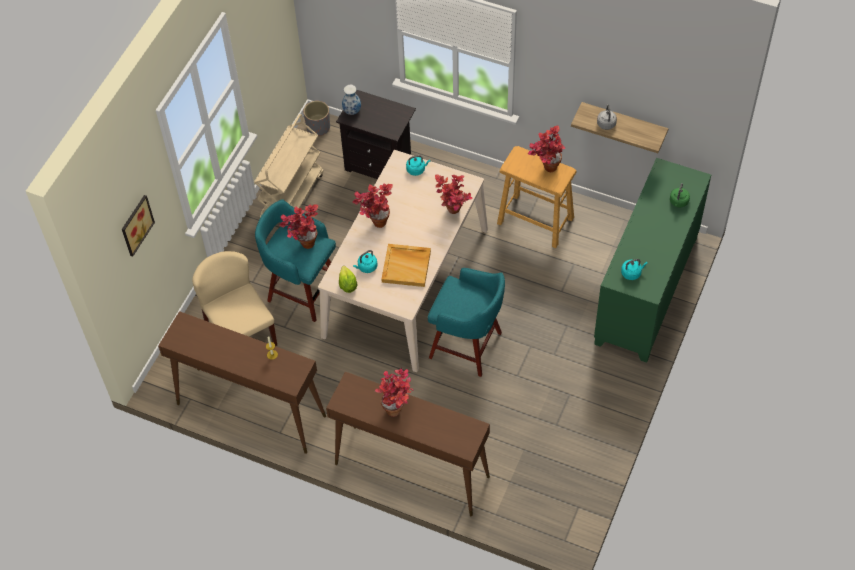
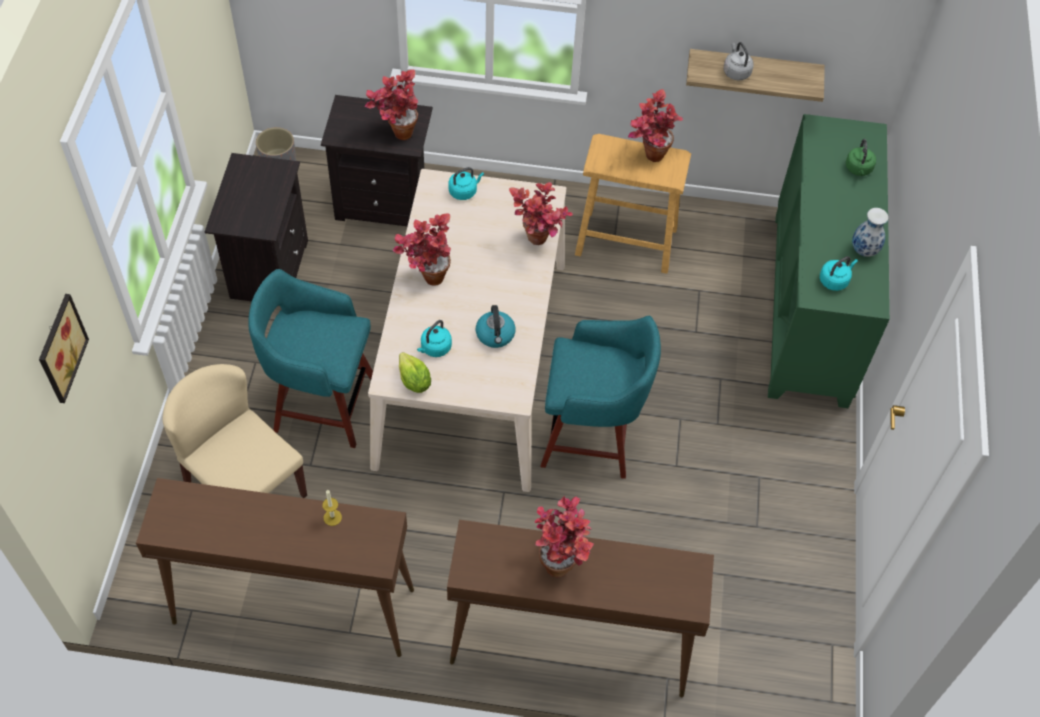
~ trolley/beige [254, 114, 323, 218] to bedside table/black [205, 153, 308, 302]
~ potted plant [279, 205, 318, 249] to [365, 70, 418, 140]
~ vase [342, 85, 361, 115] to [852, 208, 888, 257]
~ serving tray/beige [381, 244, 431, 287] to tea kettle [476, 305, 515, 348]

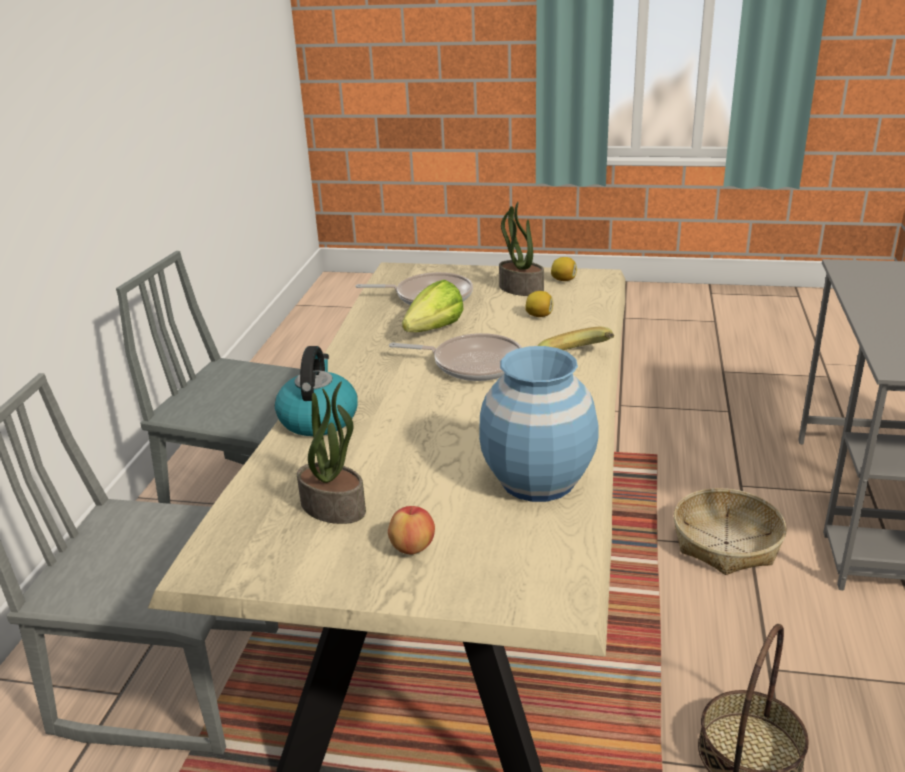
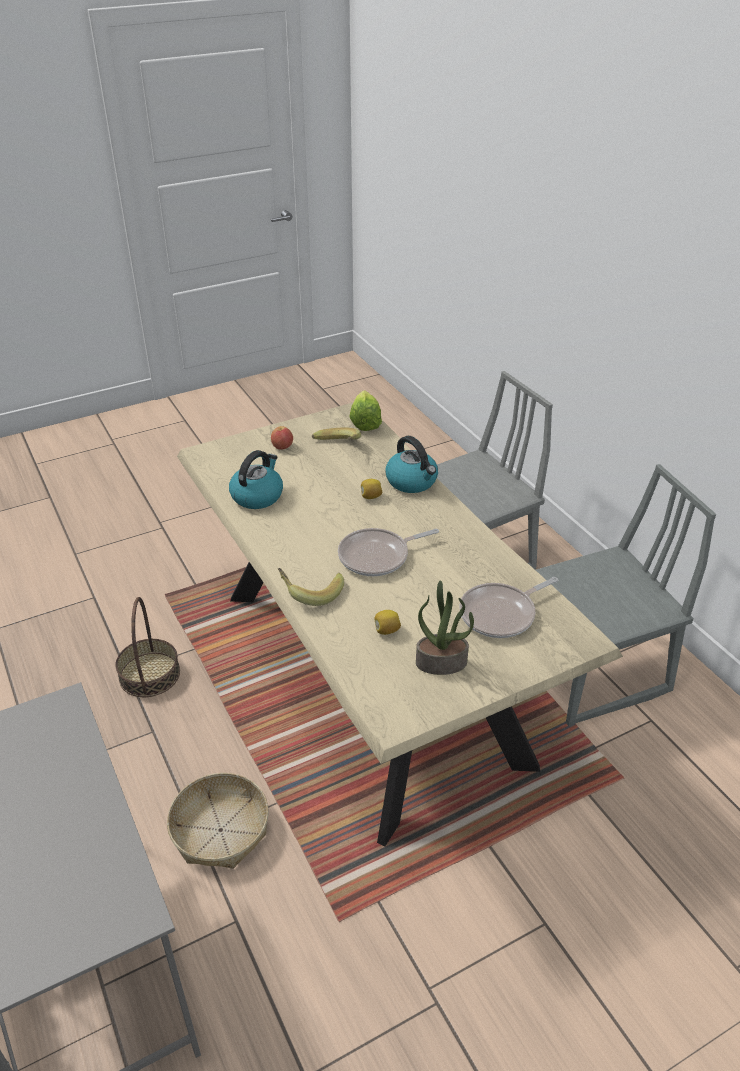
~ potted plant [297, 381, 366, 524] to banana [312, 428, 361, 440]
~ lettuce [402, 280, 463, 332] to [350, 390, 382, 431]
~ vase/bluish [479, 346, 599, 502] to tea kettle [229, 450, 283, 509]
~ lemon [551, 257, 577, 281] to [361, 479, 383, 499]

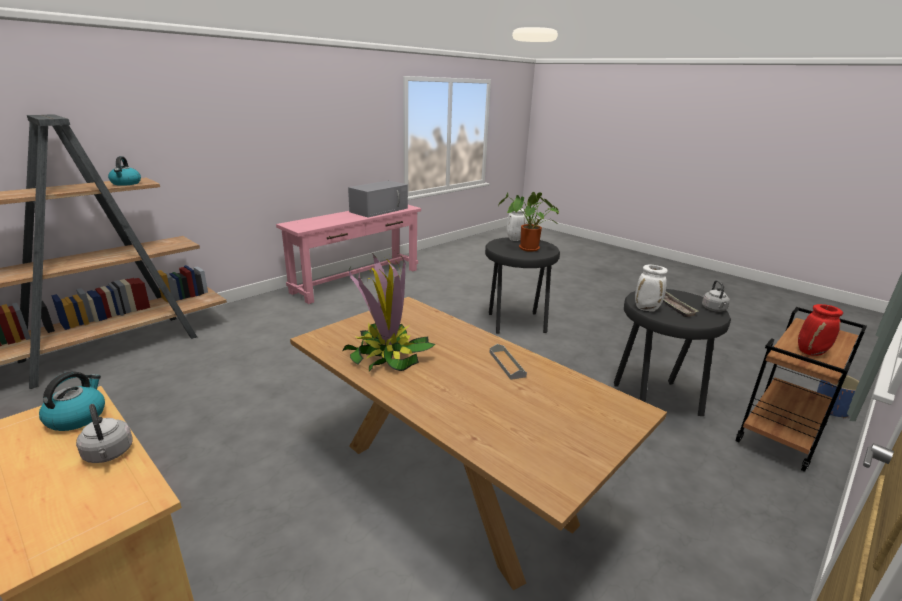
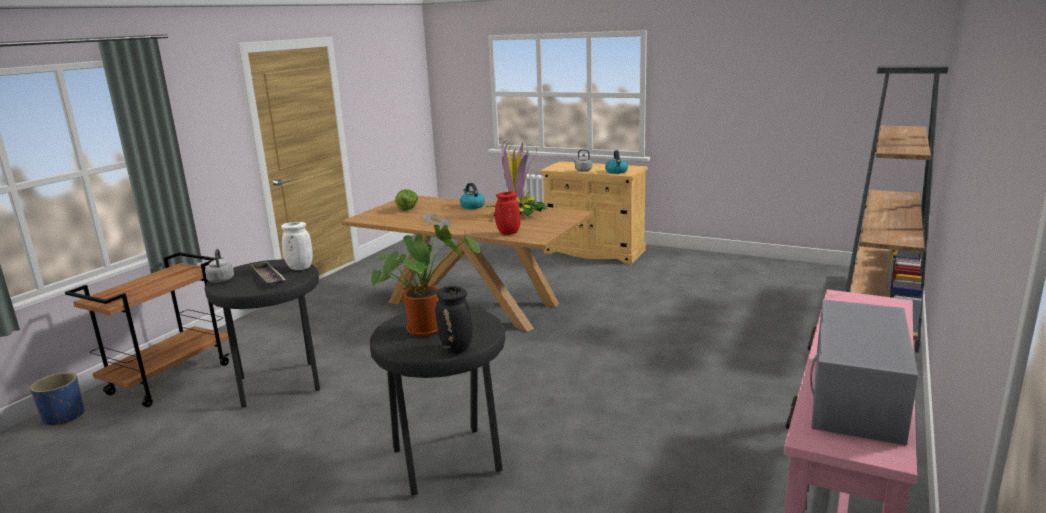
~ tea kettle [108, 156, 141, 186] to [460, 183, 485, 209]
~ vase/white [507, 208, 525, 241] to vase/black [435, 286, 473, 354]
~ vase/reddish [798, 304, 843, 356] to [495, 192, 520, 235]
+ lettuce [395, 189, 418, 210]

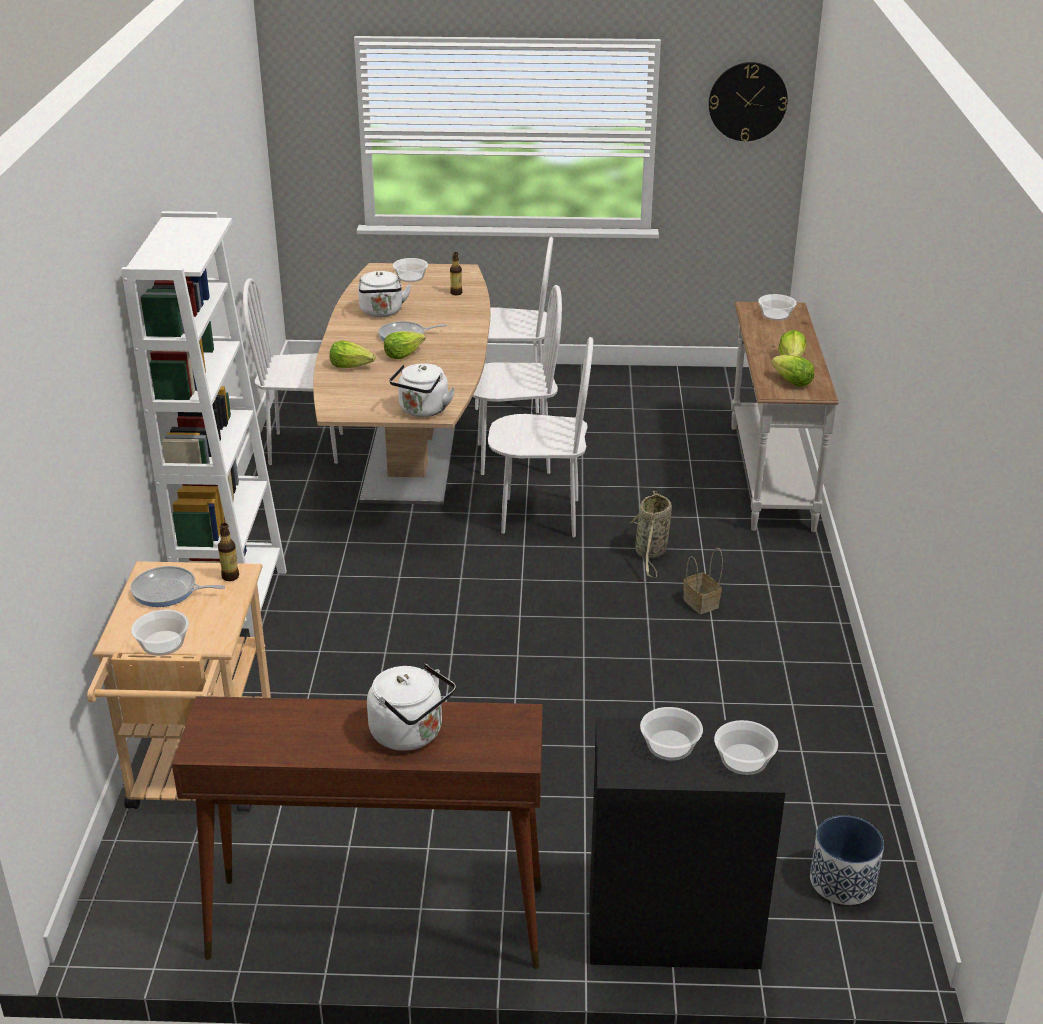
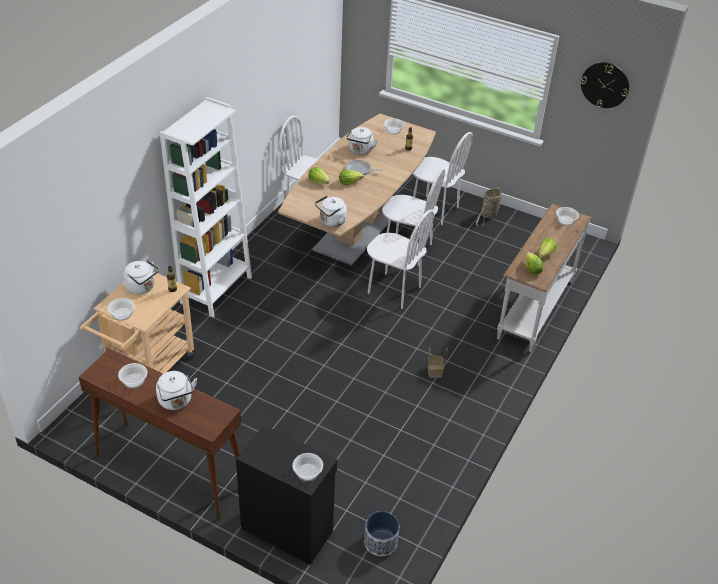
~ skillet [130, 566, 225, 607] to tea kettle/white [123, 260, 159, 295]
~ basket [630, 491, 672, 578] to [476, 187, 502, 227]
~ bowl [640, 707, 703, 761] to [118, 363, 147, 389]

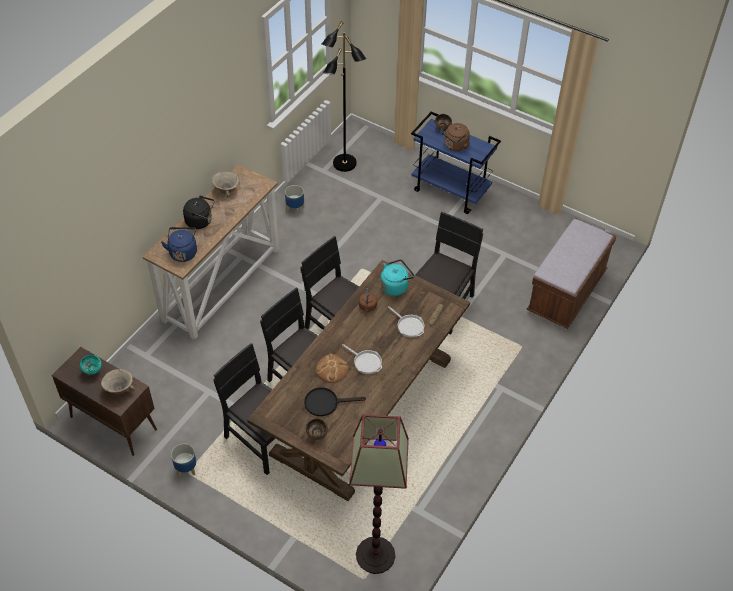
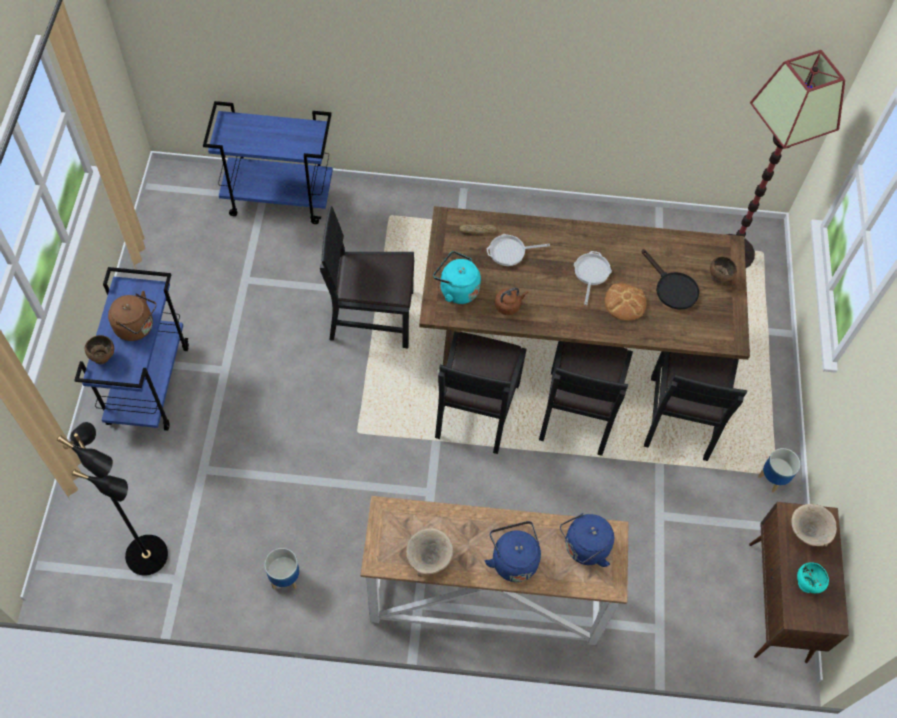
~ tea kettle/black [183, 196, 214, 229] to tea kettle/bluish [485, 521, 541, 582]
~ skillet [388, 306, 424, 337] = [487, 234, 550, 266] 120 degrees counterclockwise
~ long seat/brown-coloured [527, 218, 616, 329] to trolley/bluish [203, 101, 333, 224]

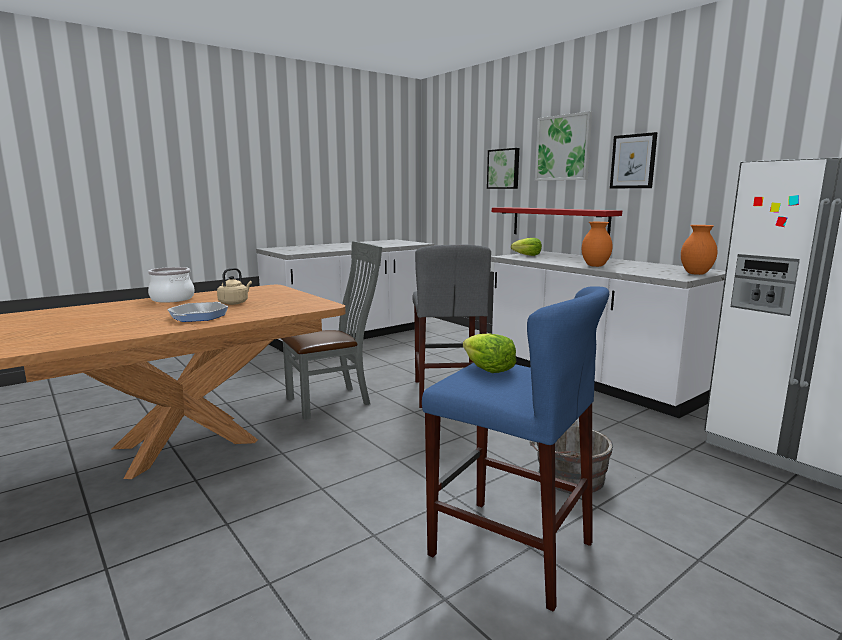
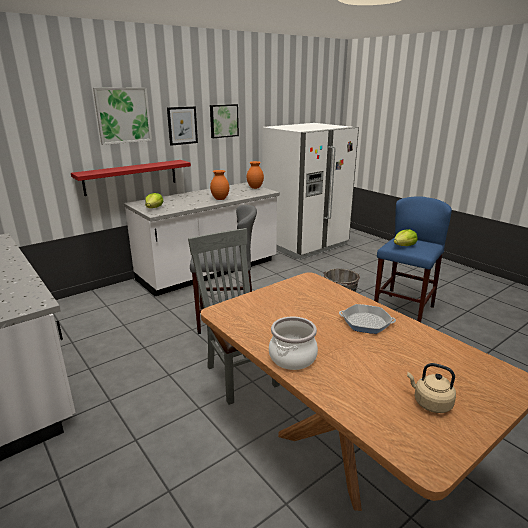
~ tea kettle/beige [217, 268, 252, 305] to [407, 363, 456, 413]
~ picture [487, 148, 519, 189] to [210, 104, 239, 138]

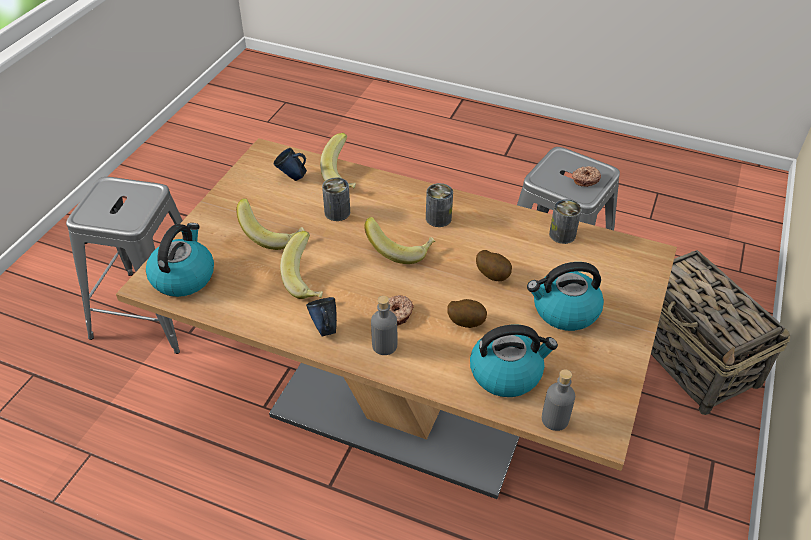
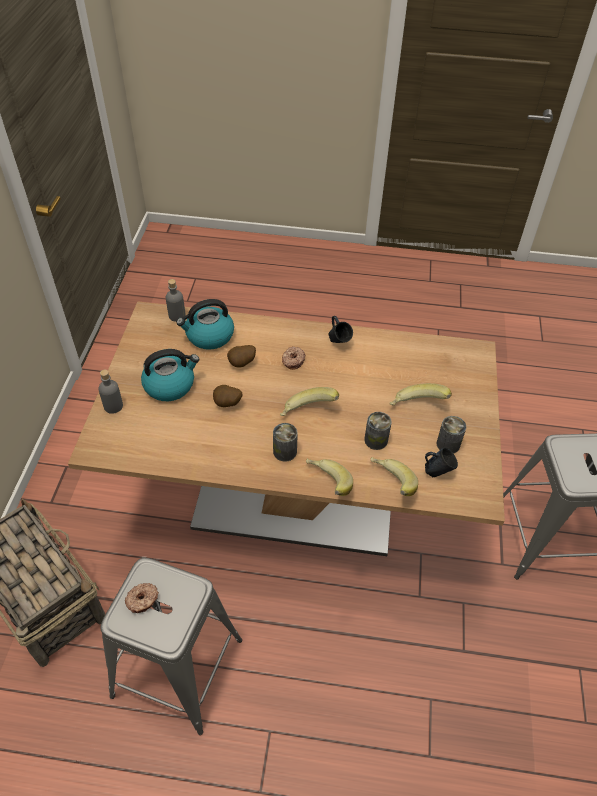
- tea kettle [146, 223, 214, 297]
~ banana [280, 231, 323, 299] to [306, 458, 353, 496]
~ drink bottle/gray [371, 296, 397, 355] to [98, 370, 123, 414]
~ can [549, 199, 582, 244] to [437, 416, 466, 454]

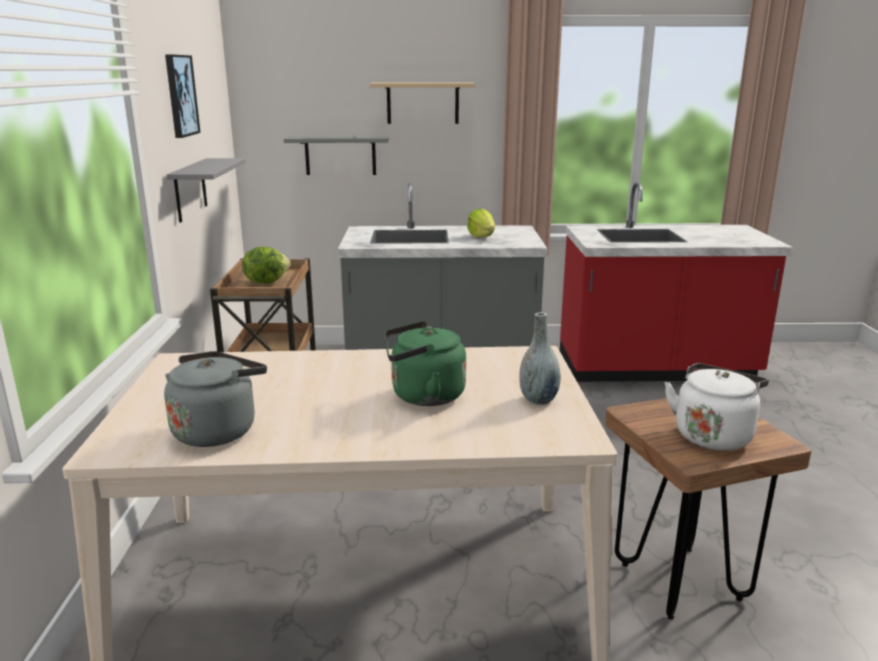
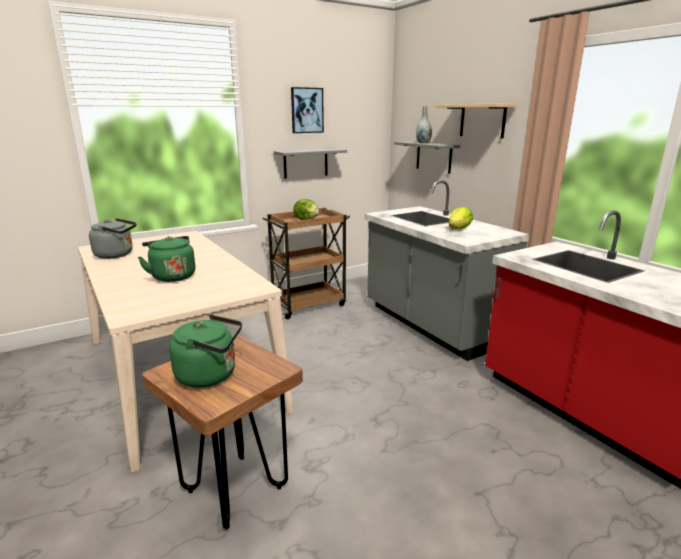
~ vase/gray [519, 312, 561, 405] to [416, 106, 432, 143]
~ tea kettle/white [665, 363, 769, 451] to tea kettle/green [169, 314, 242, 388]

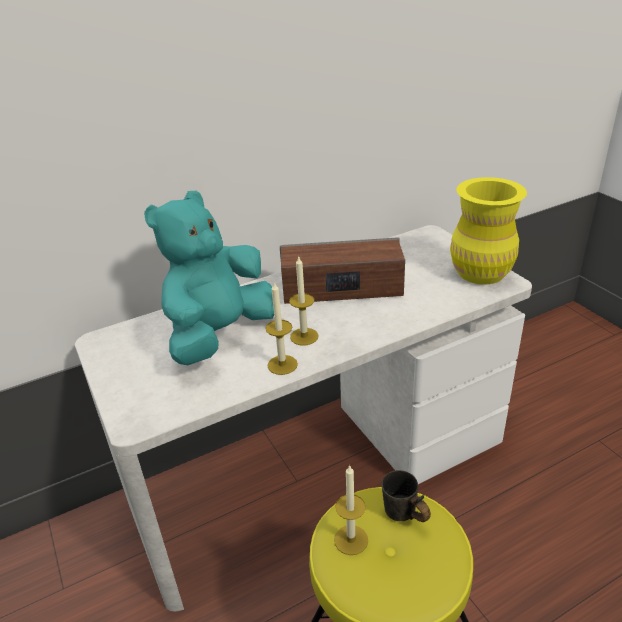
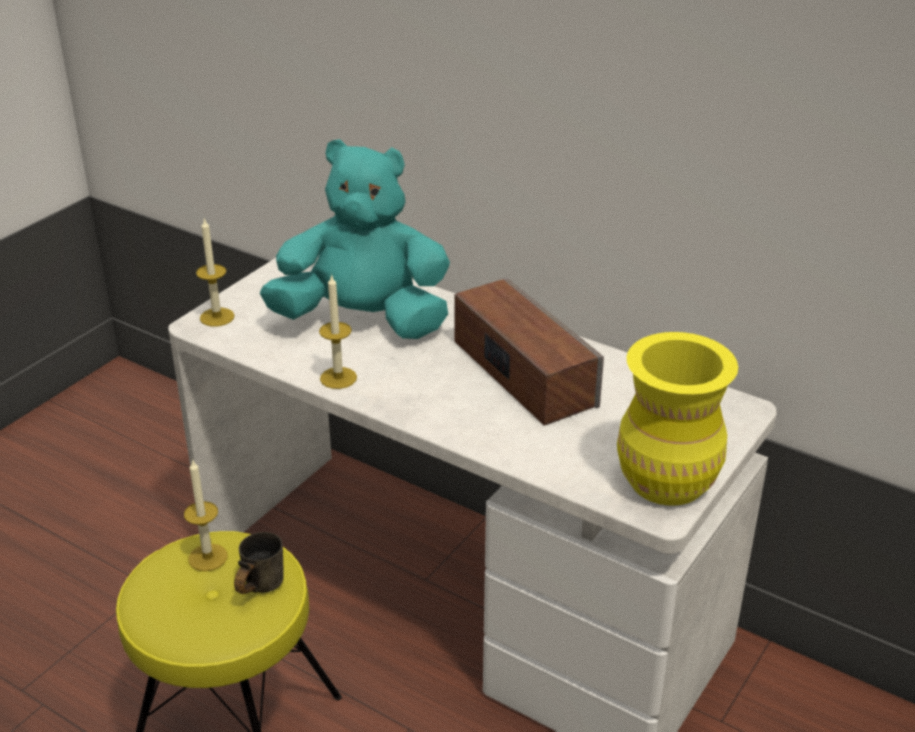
~ wax candle [289, 257, 318, 345] to [196, 219, 235, 327]

